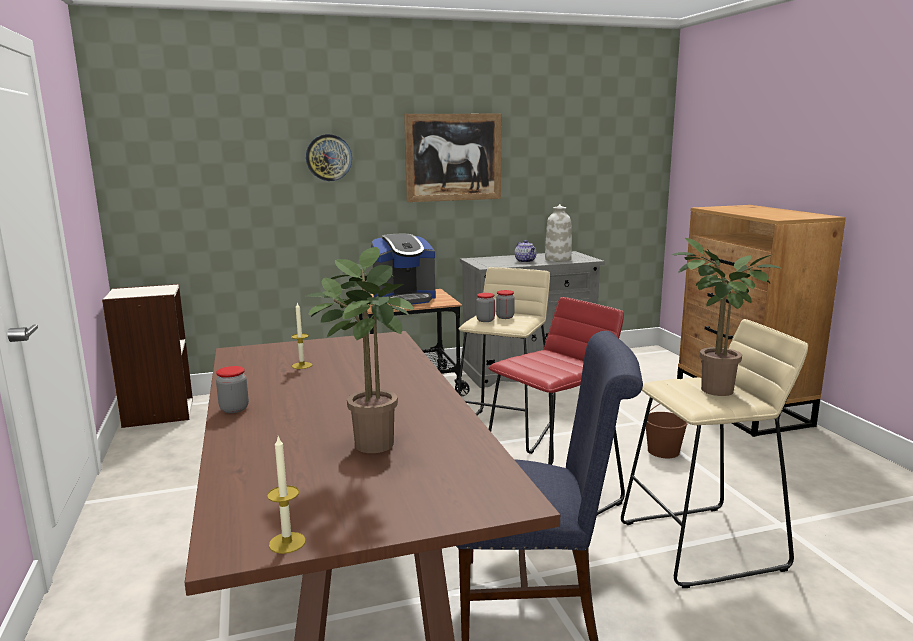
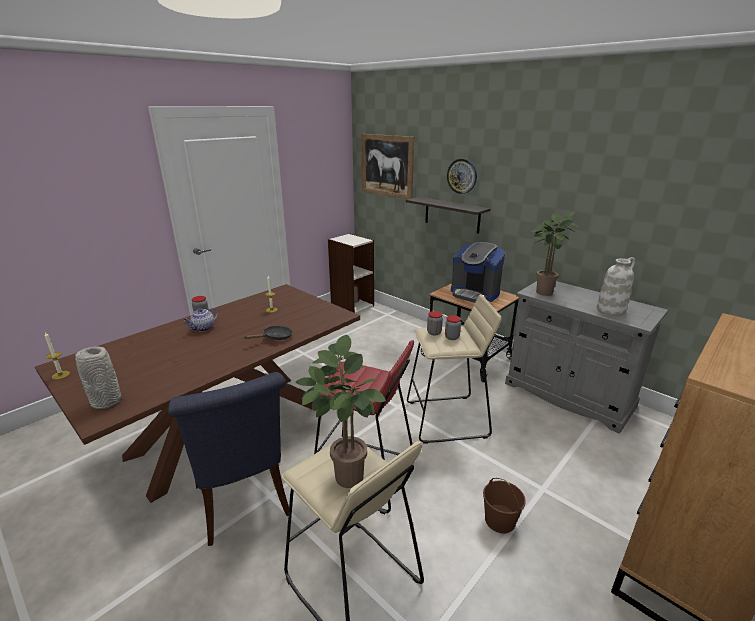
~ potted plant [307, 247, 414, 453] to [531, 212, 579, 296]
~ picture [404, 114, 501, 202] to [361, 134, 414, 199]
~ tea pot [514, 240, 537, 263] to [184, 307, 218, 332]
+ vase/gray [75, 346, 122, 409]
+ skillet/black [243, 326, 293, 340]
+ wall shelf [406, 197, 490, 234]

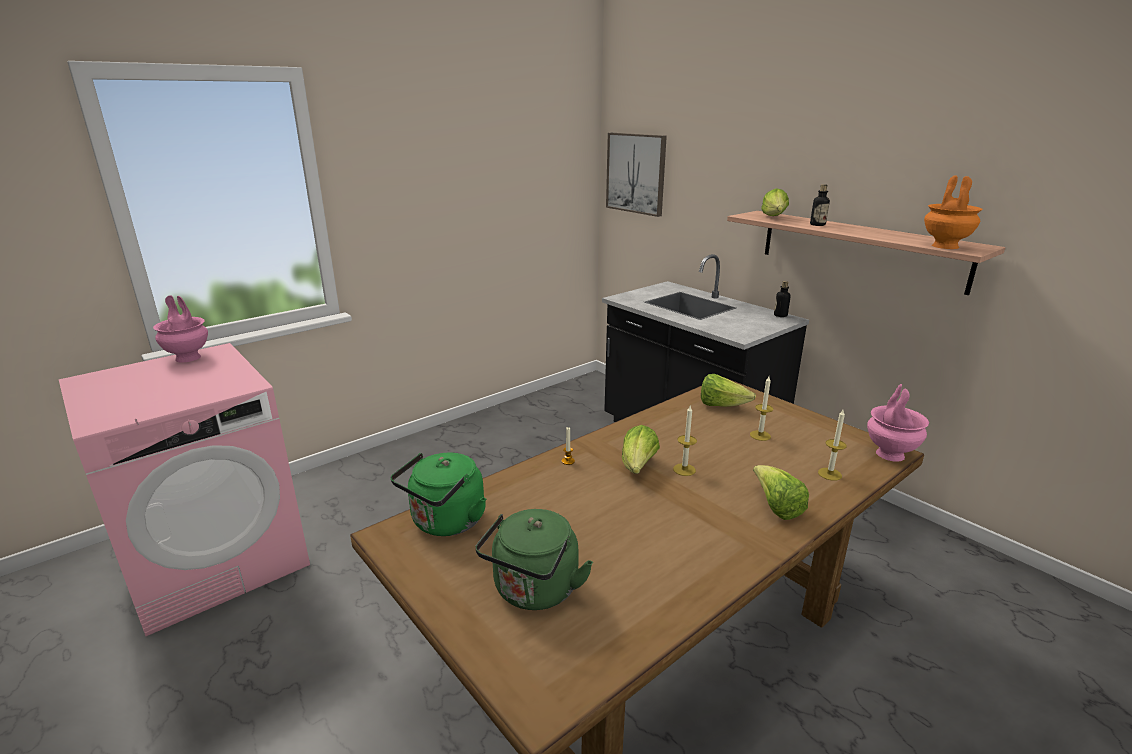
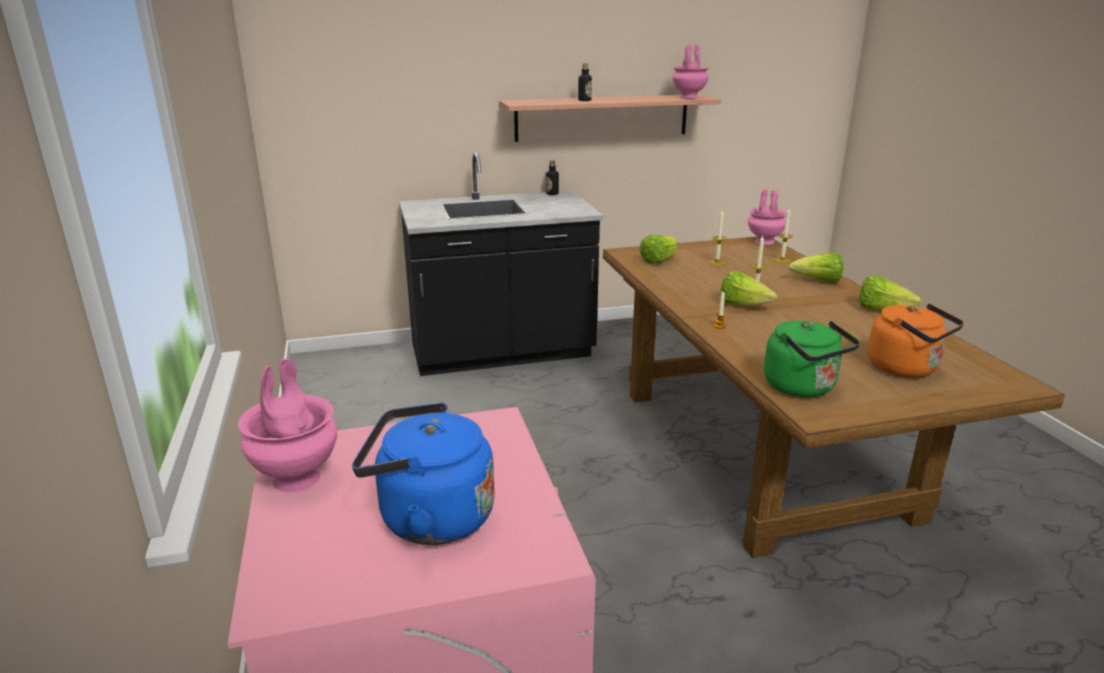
~ tea kettle/green [475, 509, 593, 610] to tea kettle/orangey [868, 303, 964, 377]
- picture [606, 133, 667, 217]
~ lettuce [761, 188, 789, 216] to [859, 275, 922, 310]
~ vase/orangey [924, 175, 983, 249] to vase/pinkish [672, 44, 709, 99]
+ tea kettle/bluish [352, 402, 495, 545]

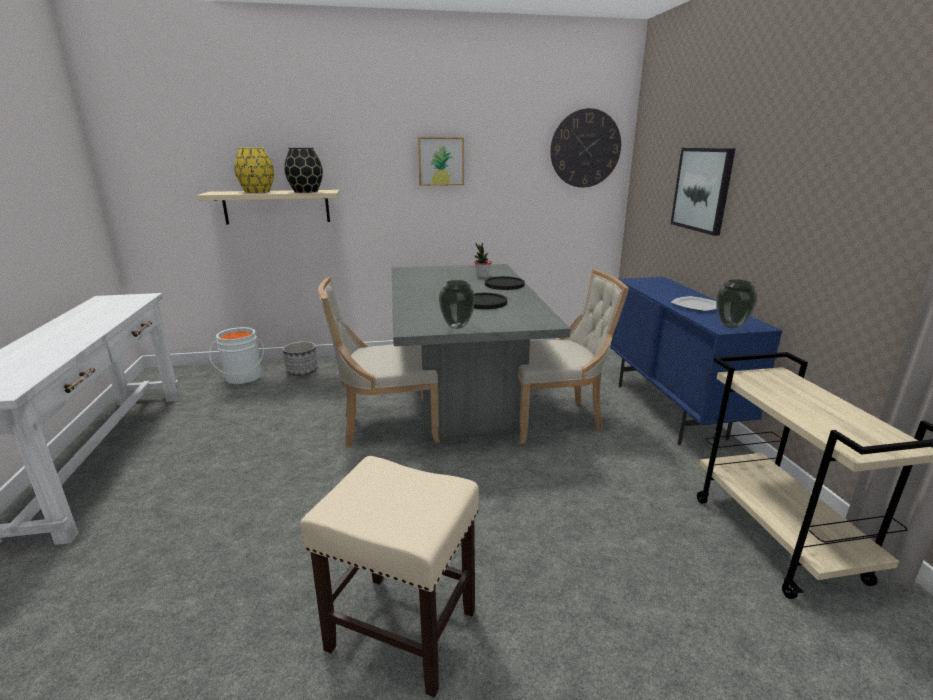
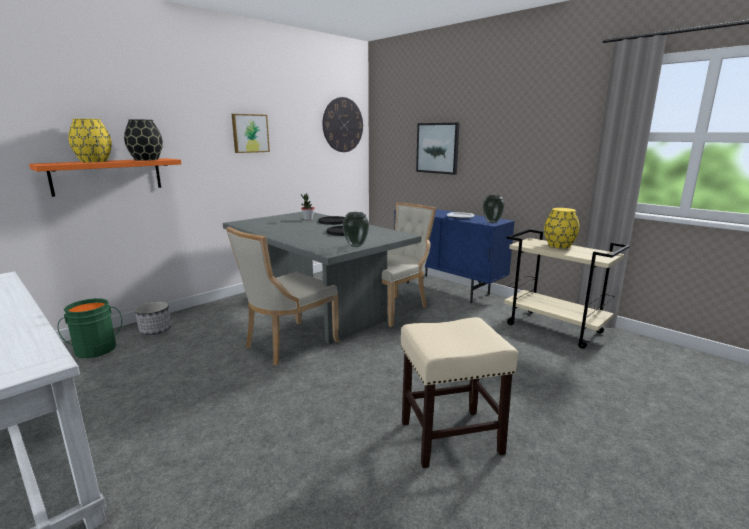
~ wall shelf/beige [197, 190, 339, 224] to wall shelf/orangey [29, 158, 181, 197]
~ pail/white [209, 327, 264, 384] to pail/green [58, 298, 122, 358]
+ vase/yellowish [544, 208, 580, 248]

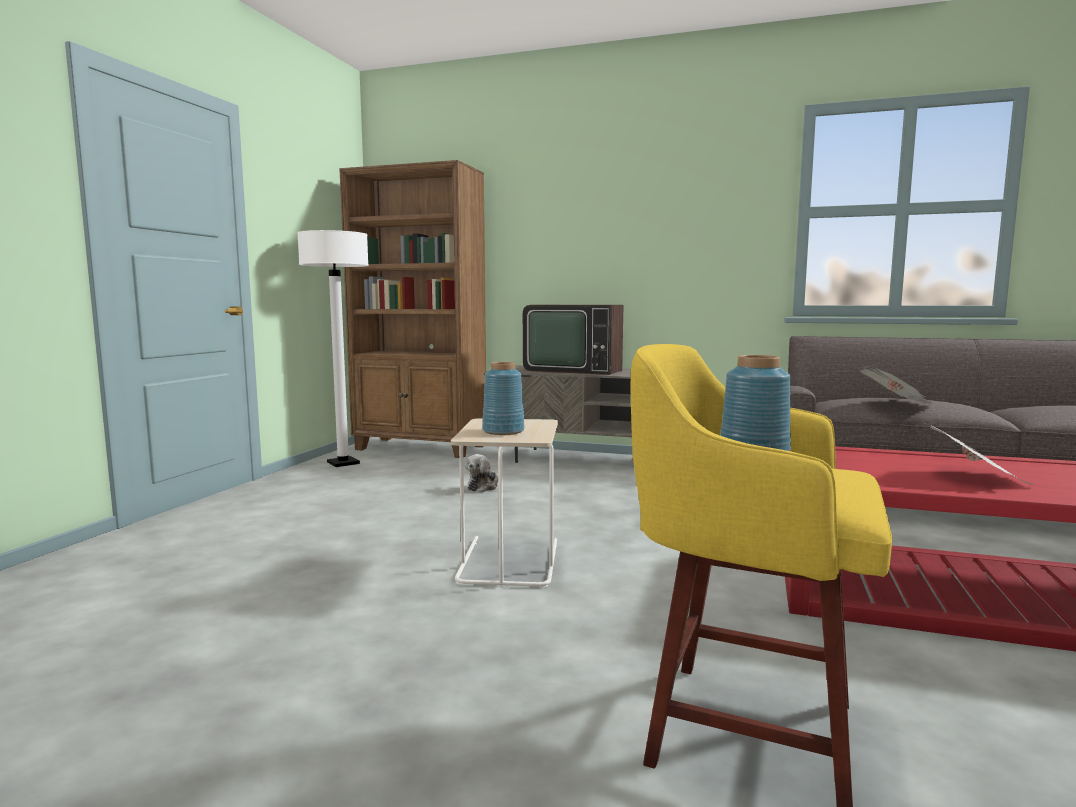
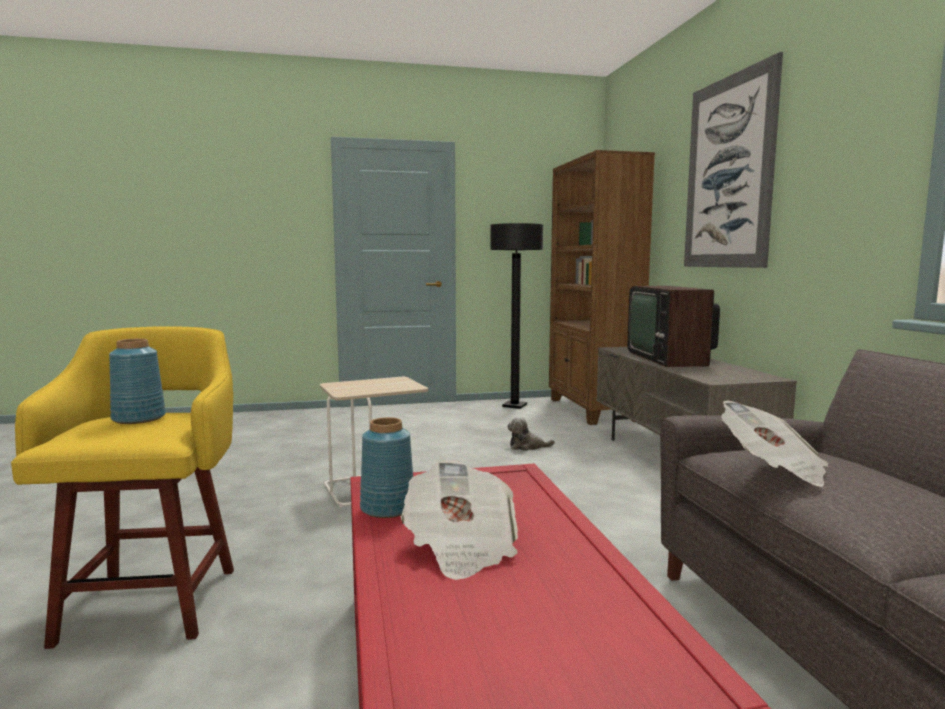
~ floor lamp/white [297, 230, 369, 467] to floor lamp/black [490, 223, 543, 409]
~ vase/bluish [482, 362, 525, 435] to [360, 417, 413, 518]
+ picture [684, 52, 783, 268]

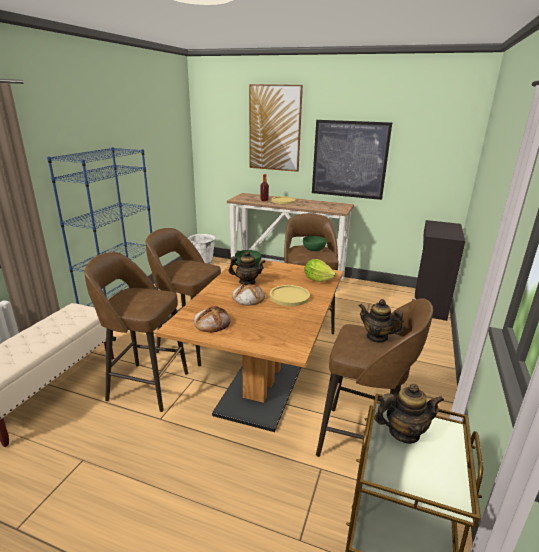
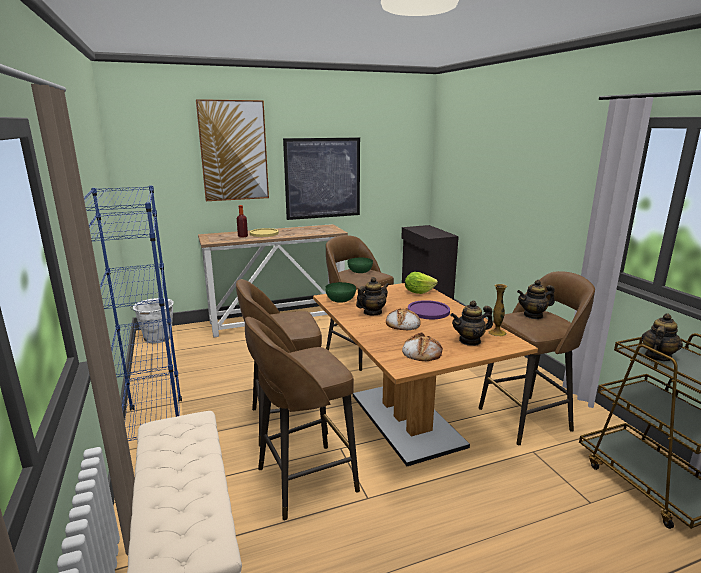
~ plate/yellowish [269, 285, 310, 306] to plate/purplish [408, 300, 450, 319]
+ tea pot [451, 301, 493, 346]
+ vase [488, 284, 507, 336]

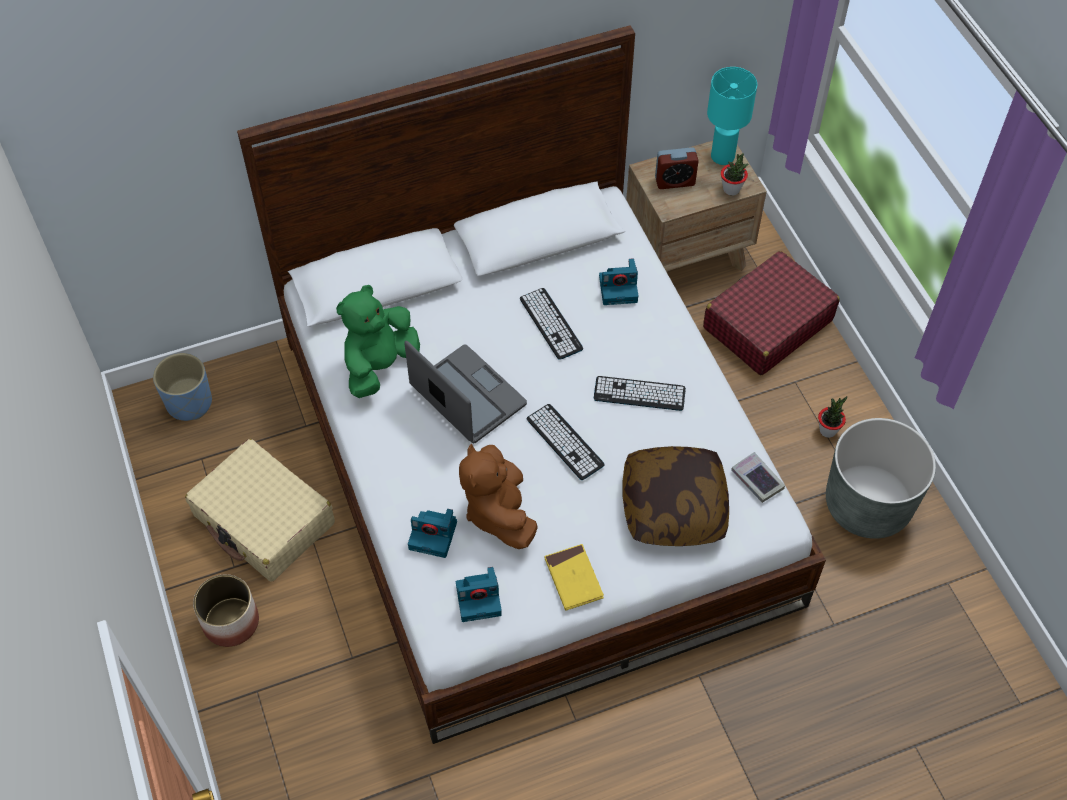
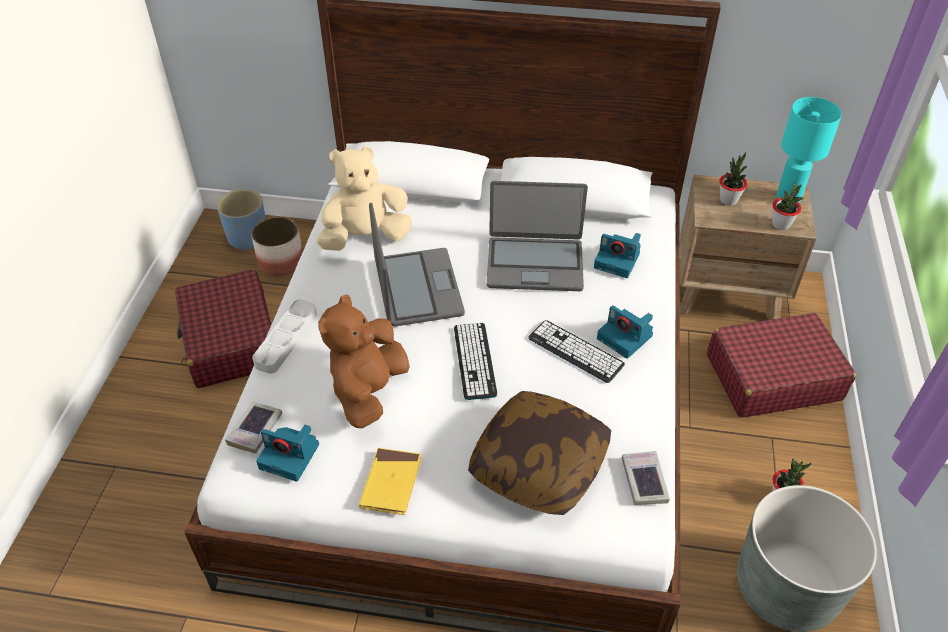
~ travel case/beige [185, 439, 335, 582] to travel case/reddish [175, 270, 271, 388]
~ plant pot [193, 574, 259, 647] to [251, 217, 303, 276]
~ plush toy/green [336, 285, 420, 398] to plush toy/beige [316, 146, 412, 251]
~ still camera [408, 509, 457, 558] to [597, 305, 653, 359]
~ PC keyboard [520, 288, 583, 360] to portable computer [487, 181, 588, 291]
~ bedside clock [655, 147, 699, 189] to potted plant [720, 152, 747, 206]
+ bound book [225, 401, 283, 453]
+ serving tray/gray [252, 299, 317, 374]

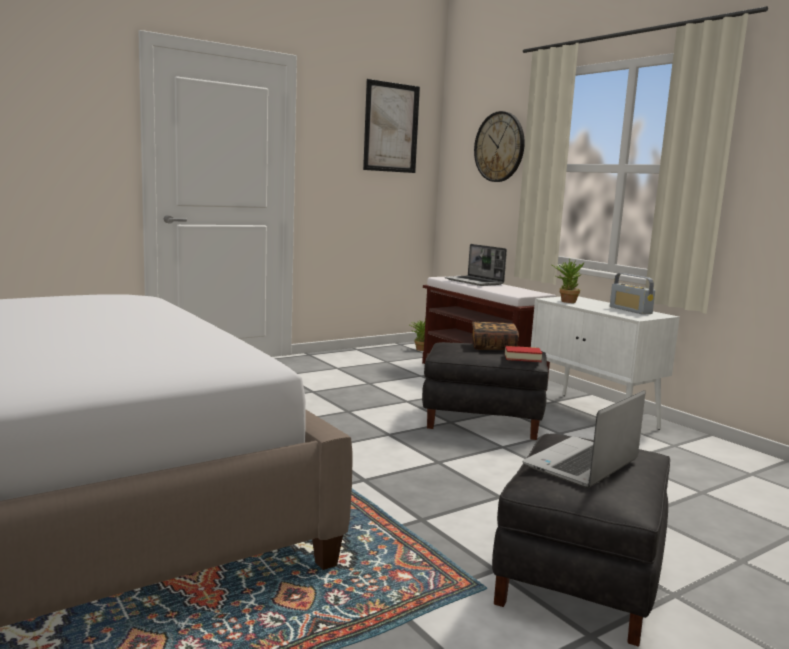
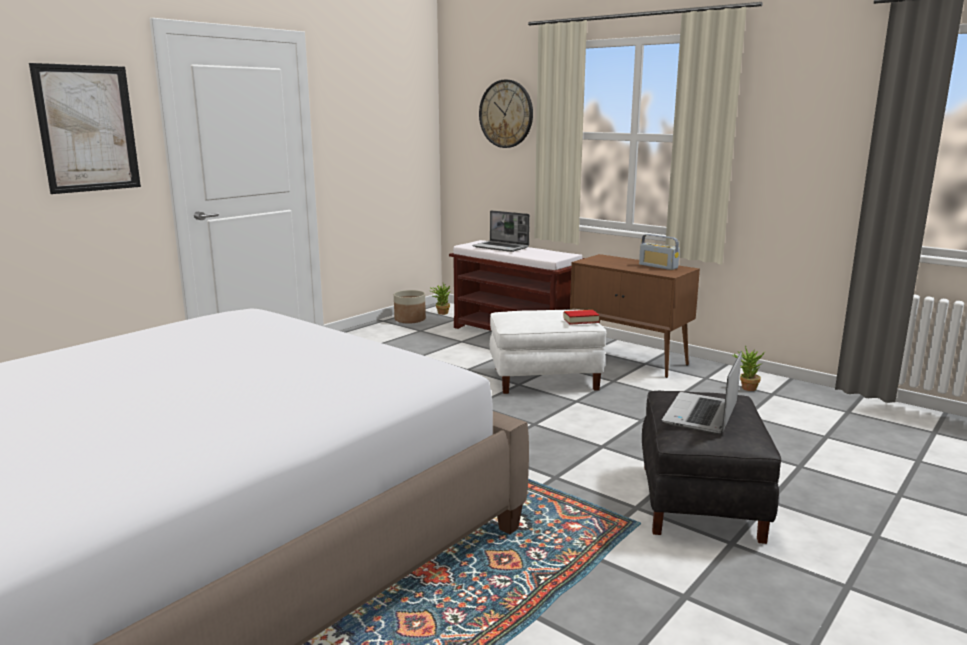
~ picture [363, 79, 420, 173] to [29, 63, 141, 194]
~ pouffe/black [422, 342, 549, 440] to pouffe/white [490, 310, 606, 394]
- bound book [471, 322, 519, 350]
~ cabinet/white [531, 296, 680, 430] to cabinet/brown-coloured [570, 254, 700, 378]
~ potted plant [552, 259, 585, 303] to [732, 346, 765, 391]
+ plant pot [394, 290, 426, 324]

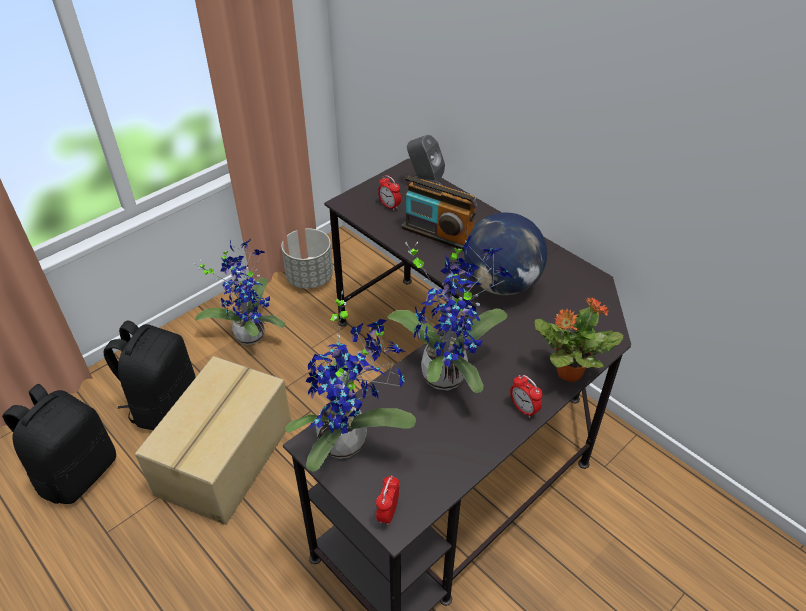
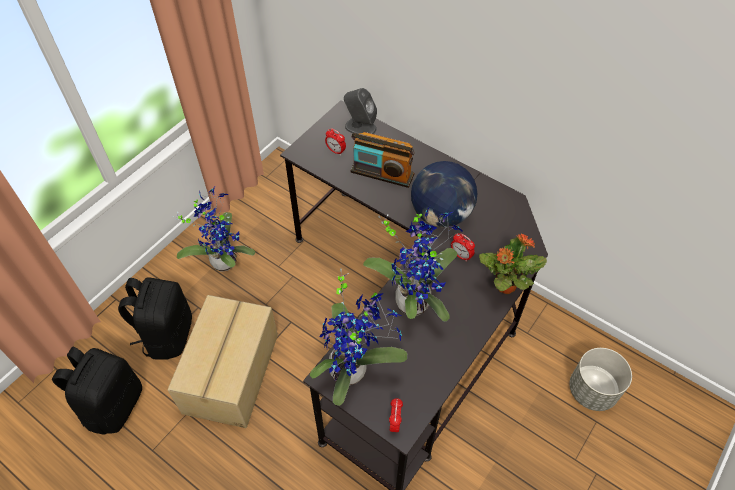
~ plant pot/gray [281, 228, 333, 289] to [569, 348, 632, 411]
~ bedside clock [510, 375, 543, 418] to [451, 234, 475, 262]

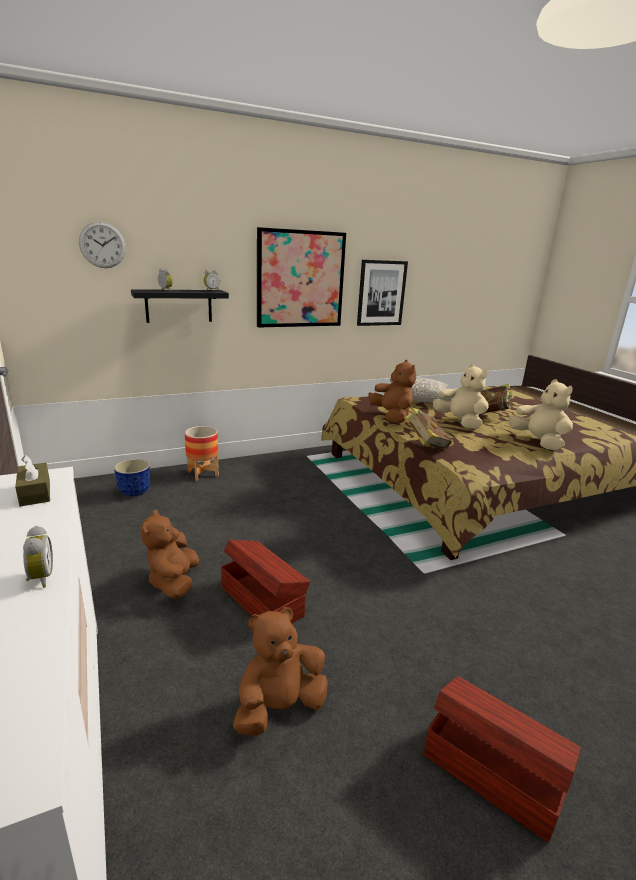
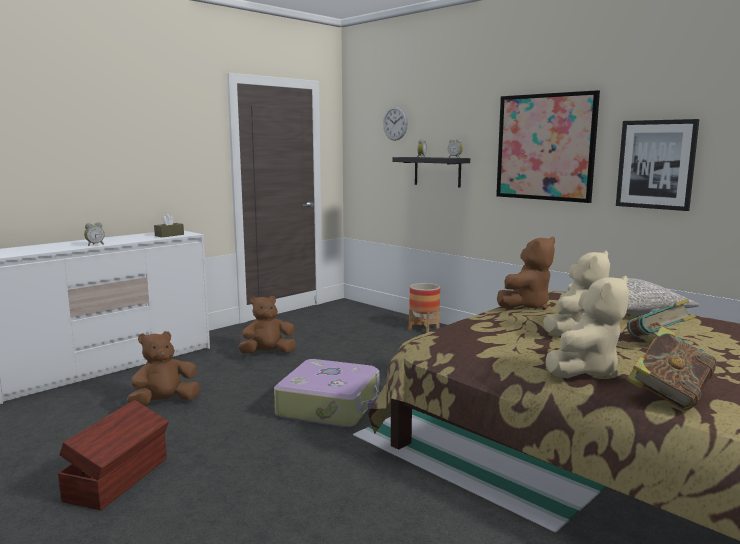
- plant pot [114, 459, 150, 497]
- storage box/brown-coloured [221, 540, 310, 624]
~ plush toy/brown-coloured [233, 607, 328, 736] = [127, 331, 200, 406] 75 degrees counterclockwise
~ bound book [404, 408, 452, 450] to [626, 326, 716, 410]
+ travel case [274, 359, 380, 427]

